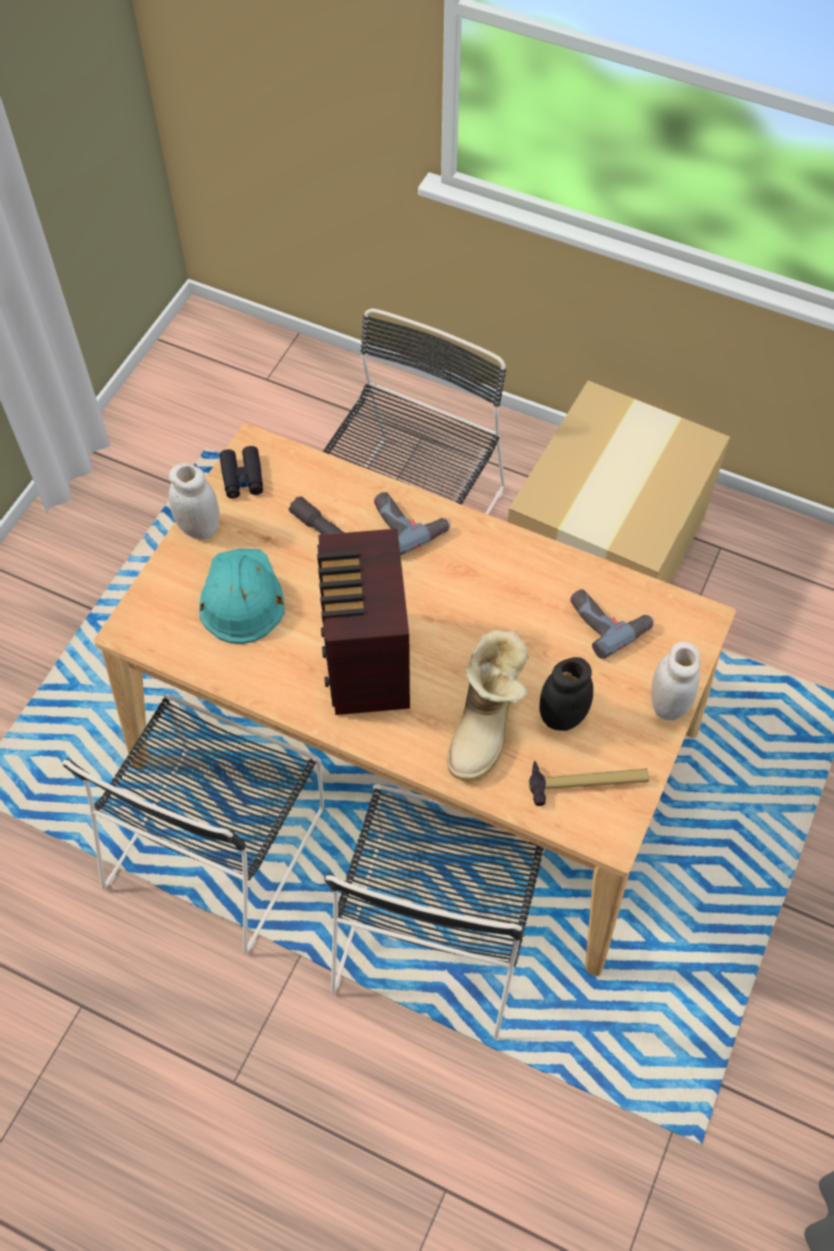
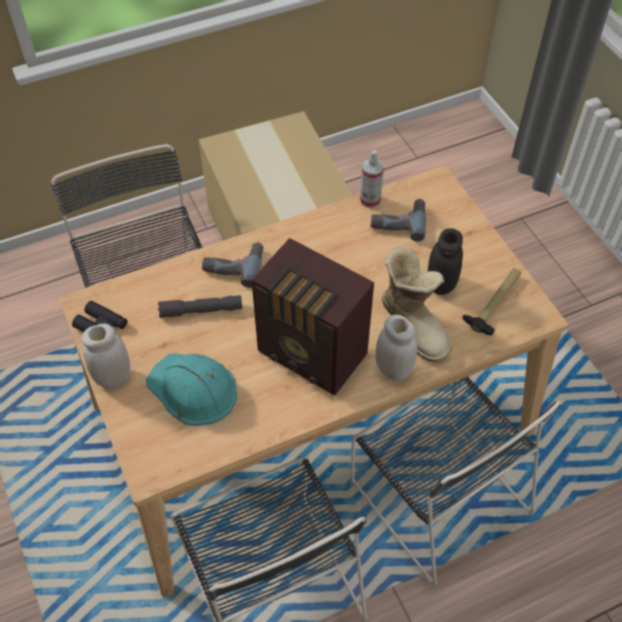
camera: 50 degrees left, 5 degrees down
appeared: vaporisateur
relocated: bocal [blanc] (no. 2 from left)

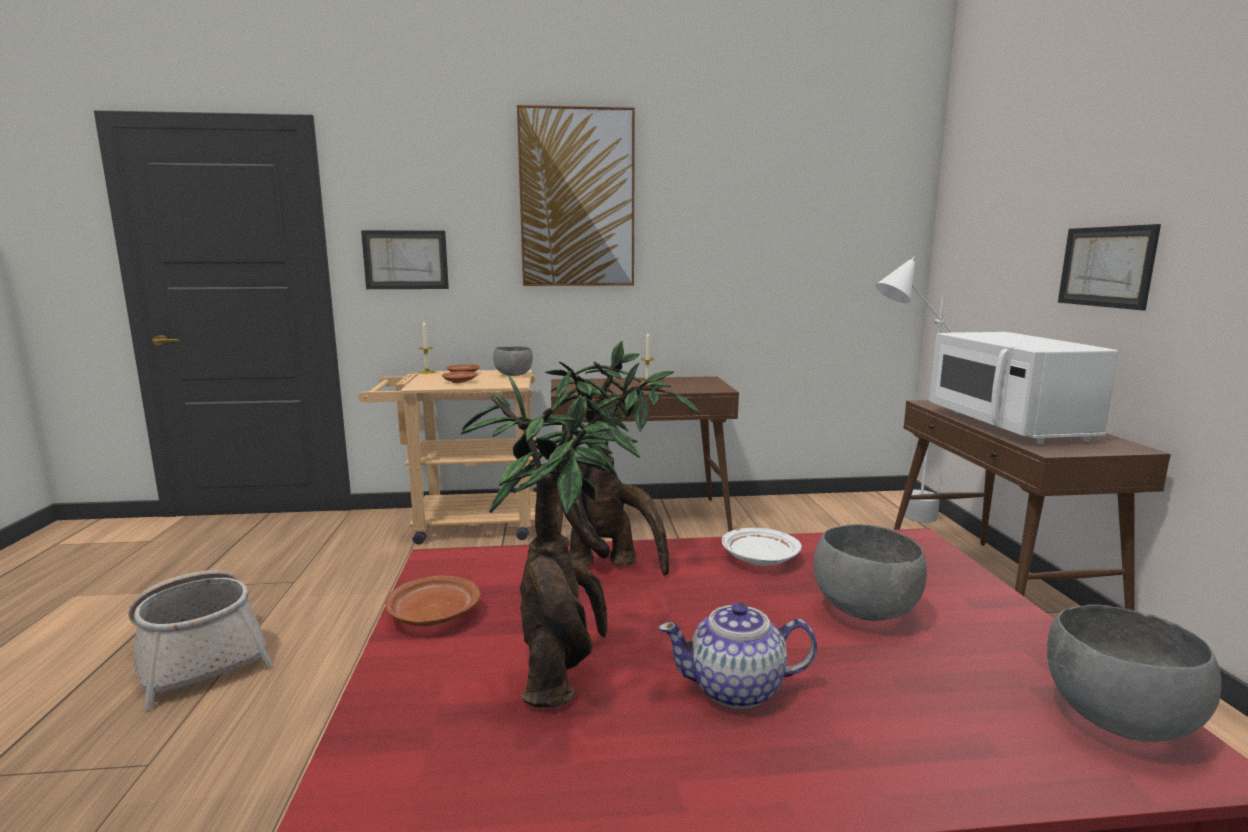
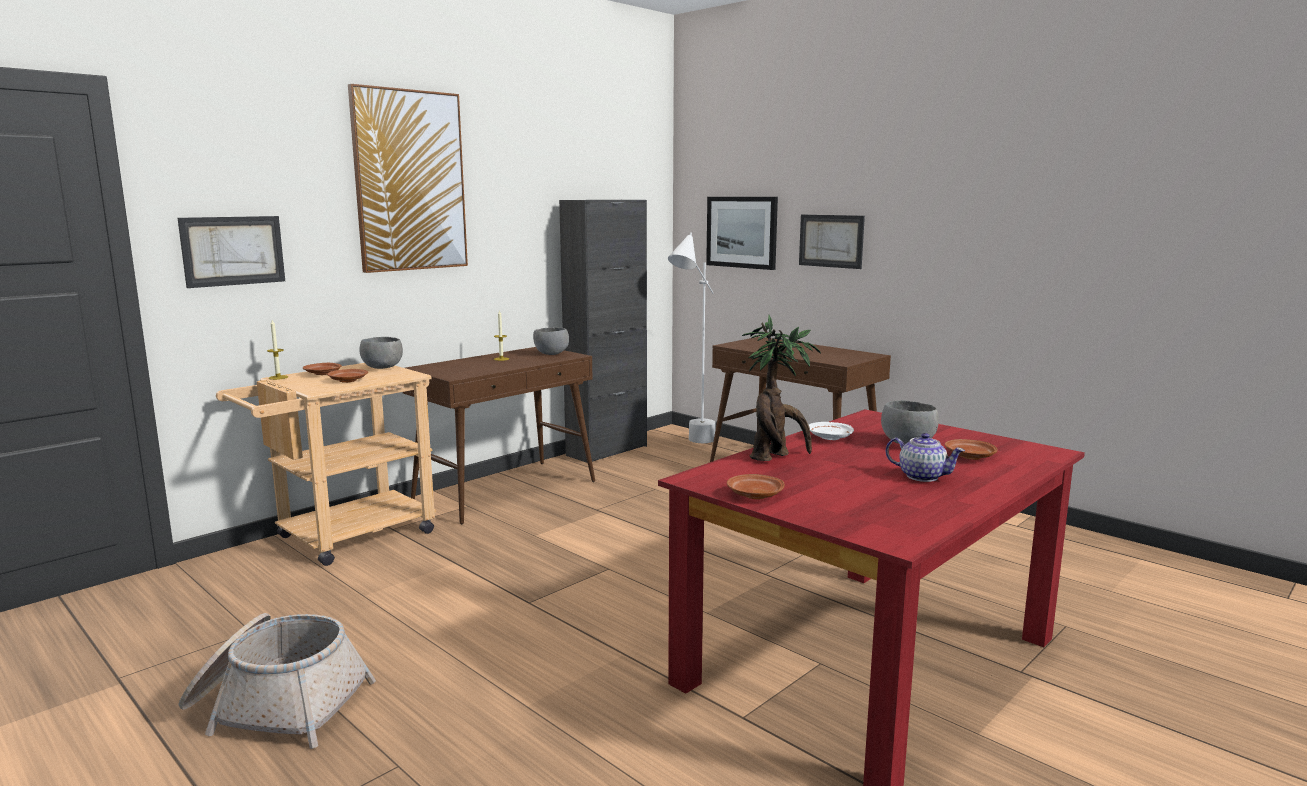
camera: 40 degrees left, 0 degrees up
missing: plante en pot (no. 1 from left); micro-ondes [blanc]
appeared: meuble de rangement [noir]; tableau (no. 3 from left); assiette [marron] (no. 4 from left)
relocated: bol [gris] (no. 3 from left in the first image) to bol [gris] (no. 2 from left)
spun: théière 105 degrees counterclockwise

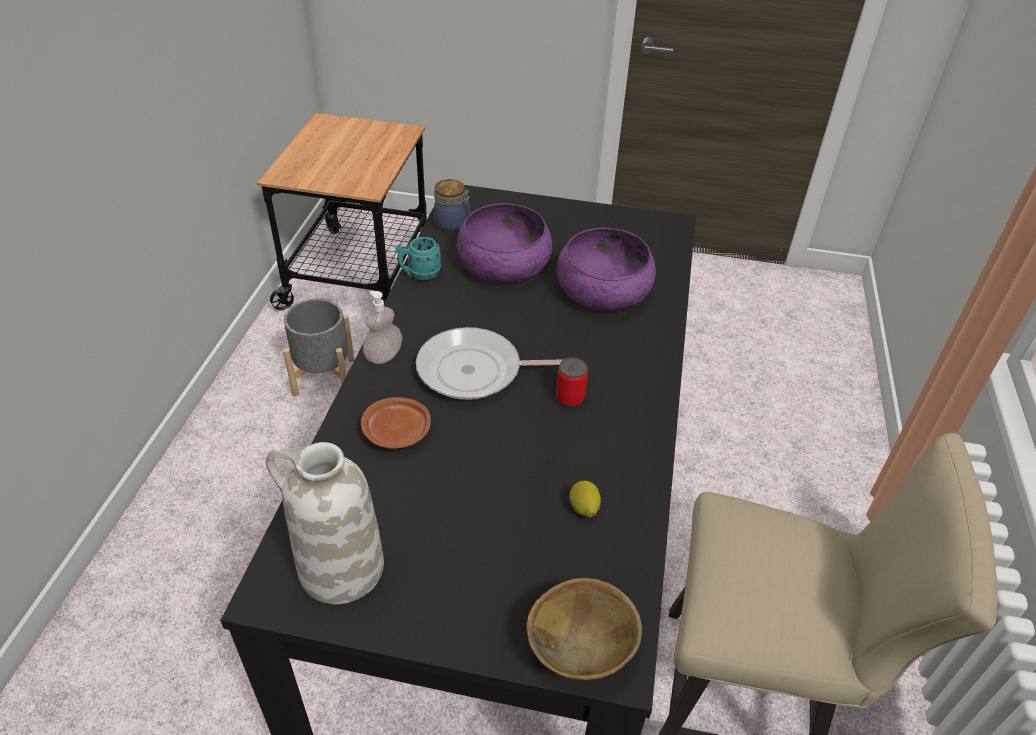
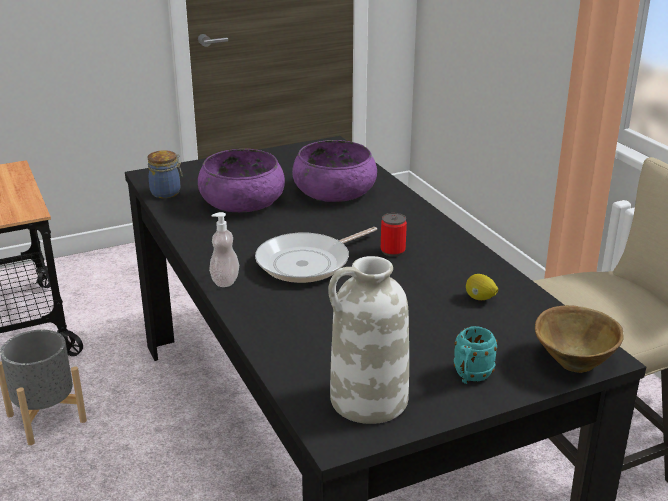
camera: 35 degrees left, 15 degrees down
missing: assiette [marron]
relocated: mug [turquoise]

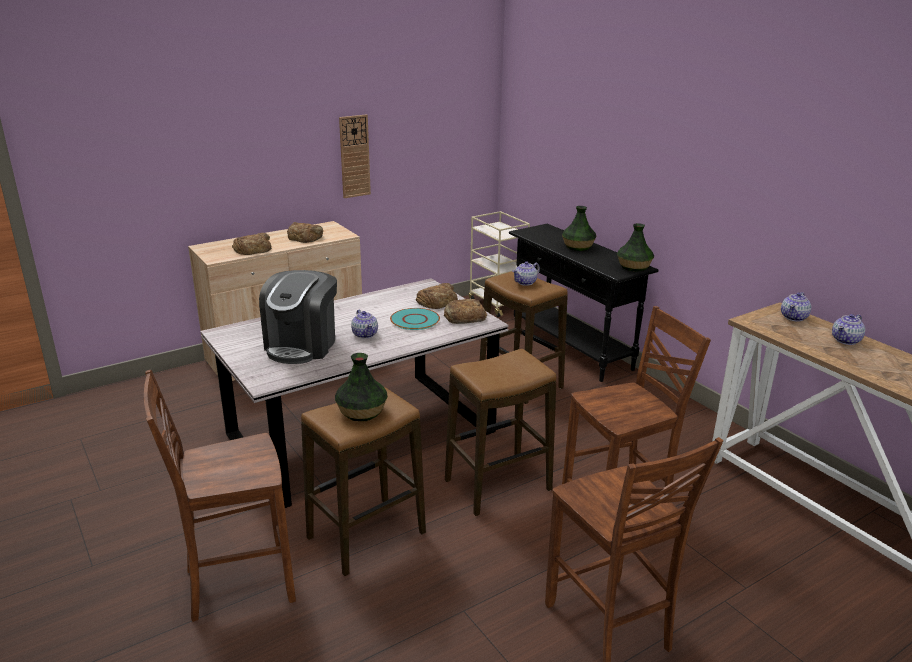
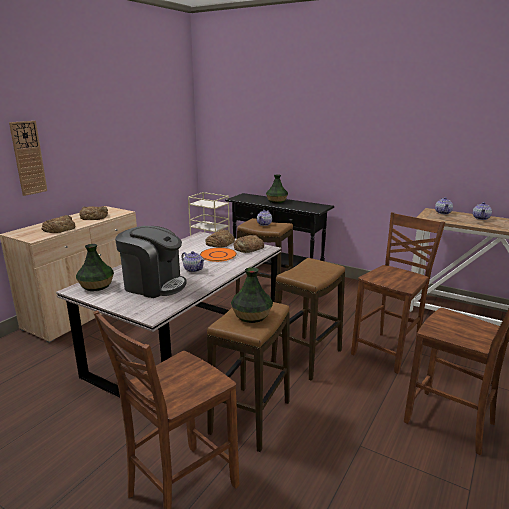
camera: 25 degrees left, 5 degrees down
relocated: horloge murale; vase (no. 3 from left in the first image) to vase (no. 1 from left)
colour: assiette [turquoise] to assiette [orange]
spun: machine à café 60 degrees counterclockwise

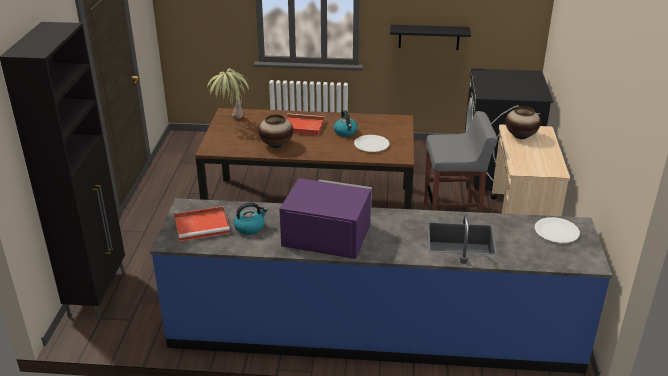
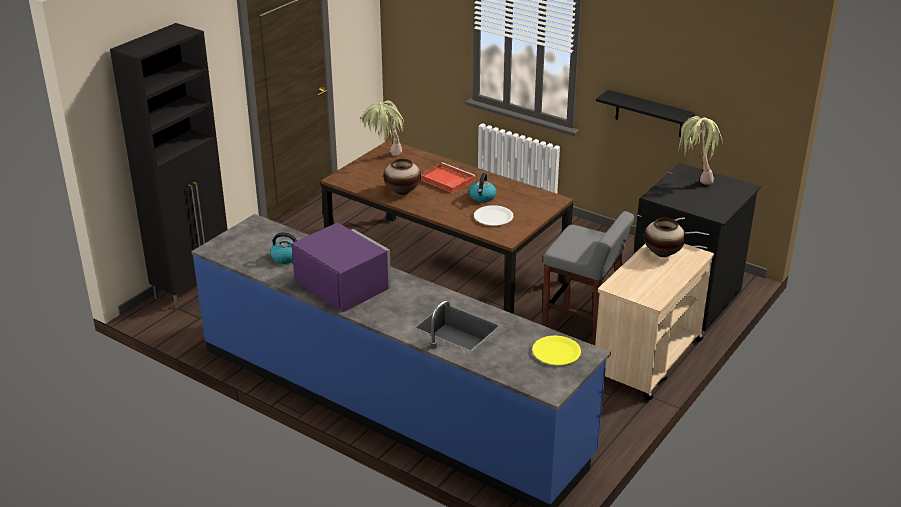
camera: 30 degrees right, 0 degrees up
missing: plateau [rouge] (no. 1 from left)
appeared: plante en pot (no. 2 from left)
colour: assiette [blanc] (no. 2 from left) to assiette [jaune]

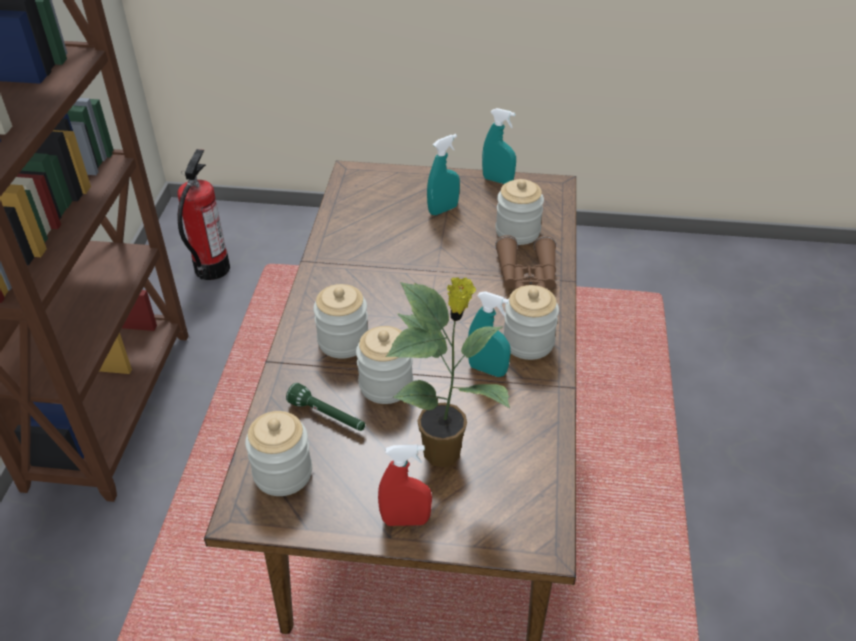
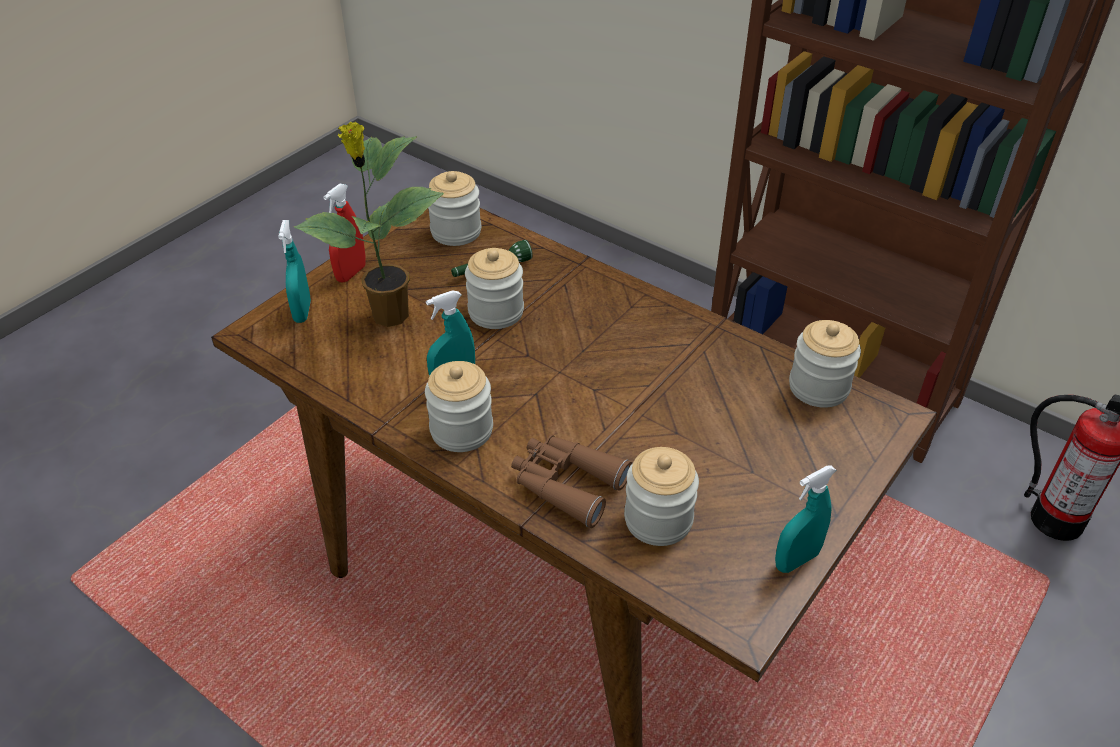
camera: 120 degrees right, 0 degrees up
relocated: vaporisateur [turquoise] (no. 1 from left); bocal (no. 2 from left in the first image) to bocal (no. 5 from left)

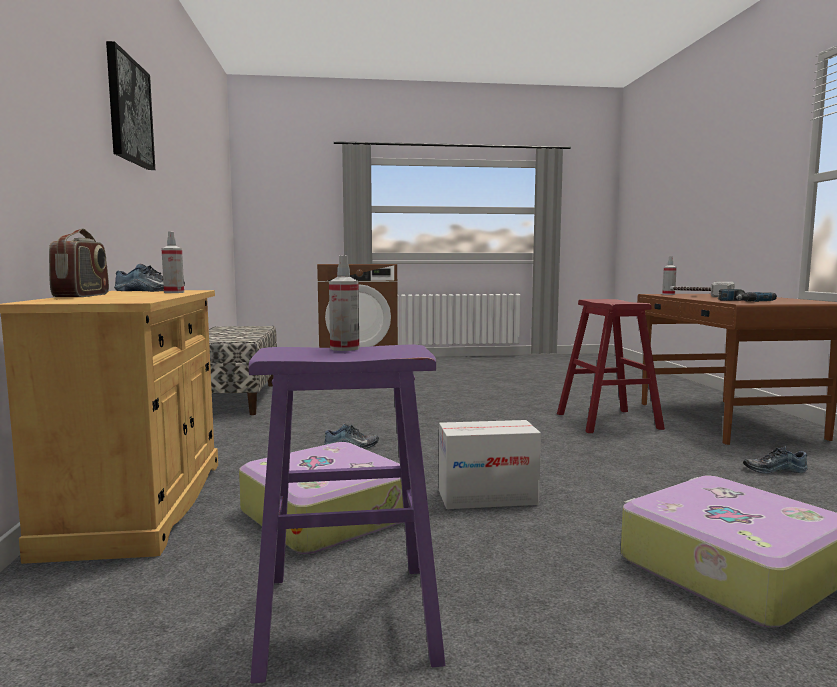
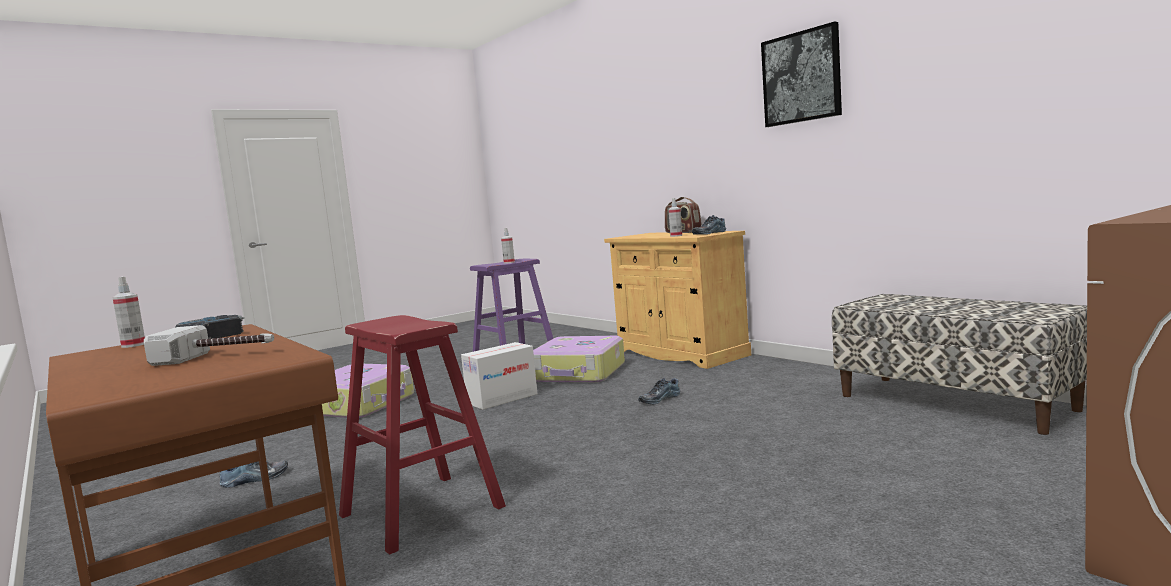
camera: 150 degrees right, 0 degrees up
relocated: vaporisateur (no. 3 from left in the first image) to vaporisateur (no. 1 from left)

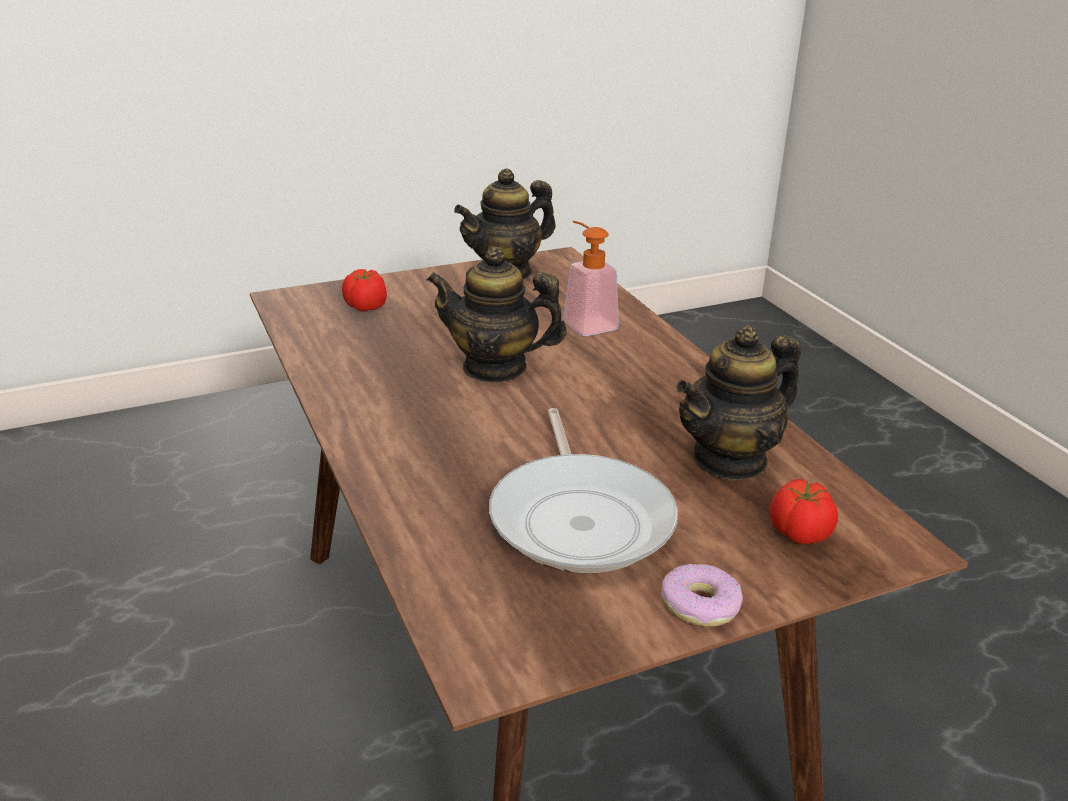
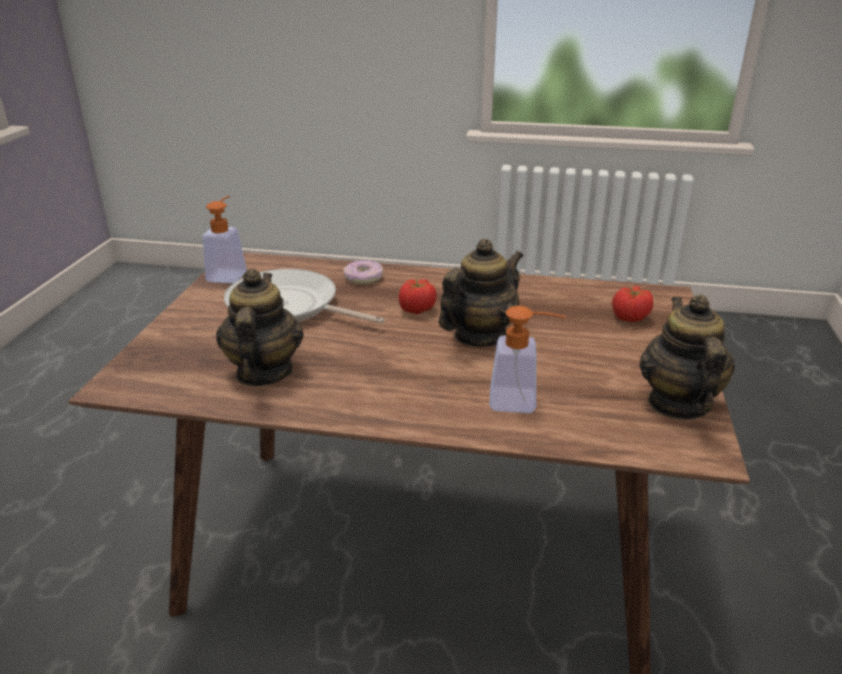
camera: 125 degrees right, 0 degrees up
appeared: distributeur de savon (no. 1 from left)
relocated: beignet; tomate (no. 2 from left in the first image) to tomate (no. 1 from left)

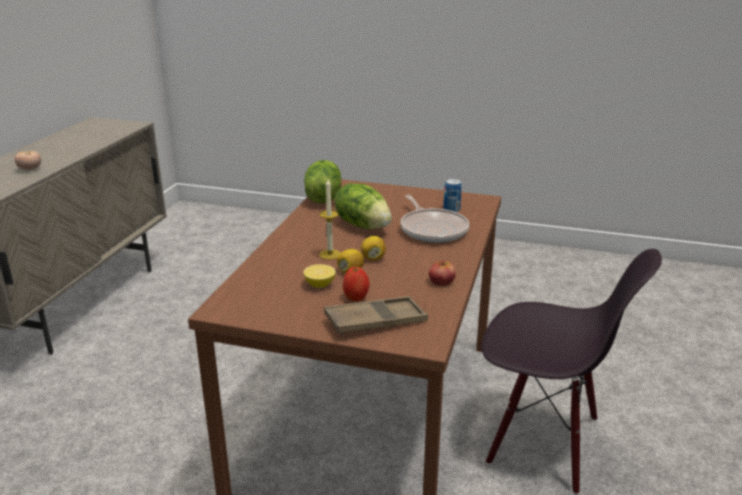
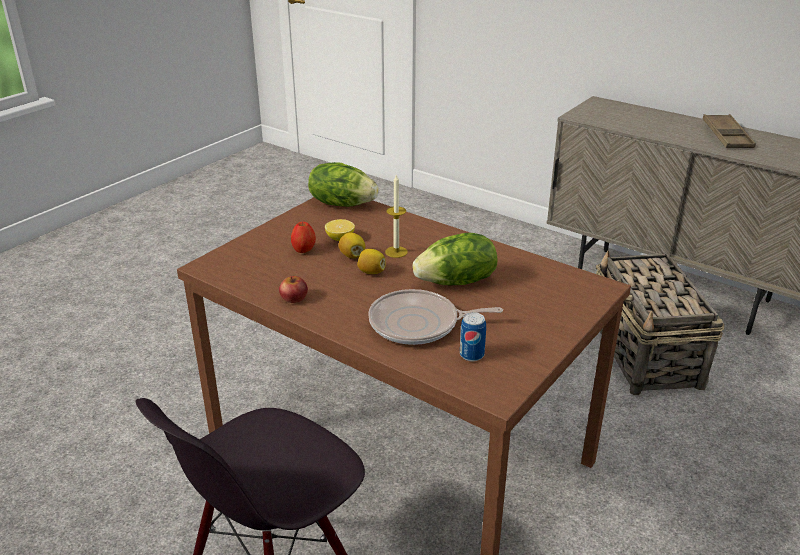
camera: 110 degrees right, 5 degrees up
missing: tomate
appeared: panier
relocated: laitue (no. 1 from left); plateau [marron]

